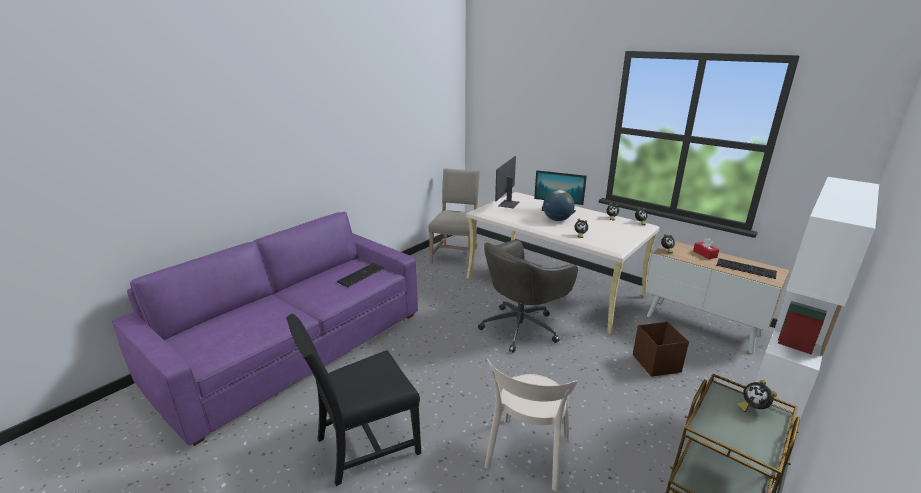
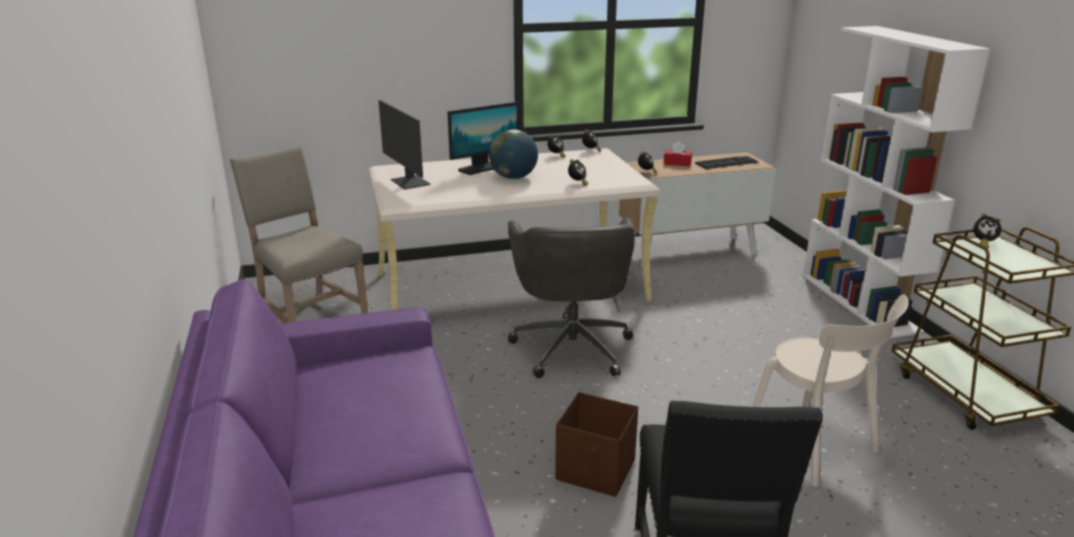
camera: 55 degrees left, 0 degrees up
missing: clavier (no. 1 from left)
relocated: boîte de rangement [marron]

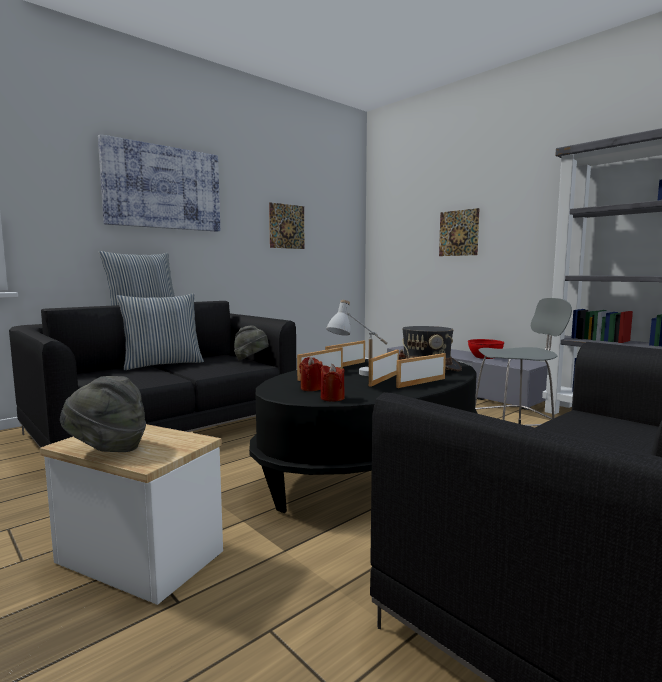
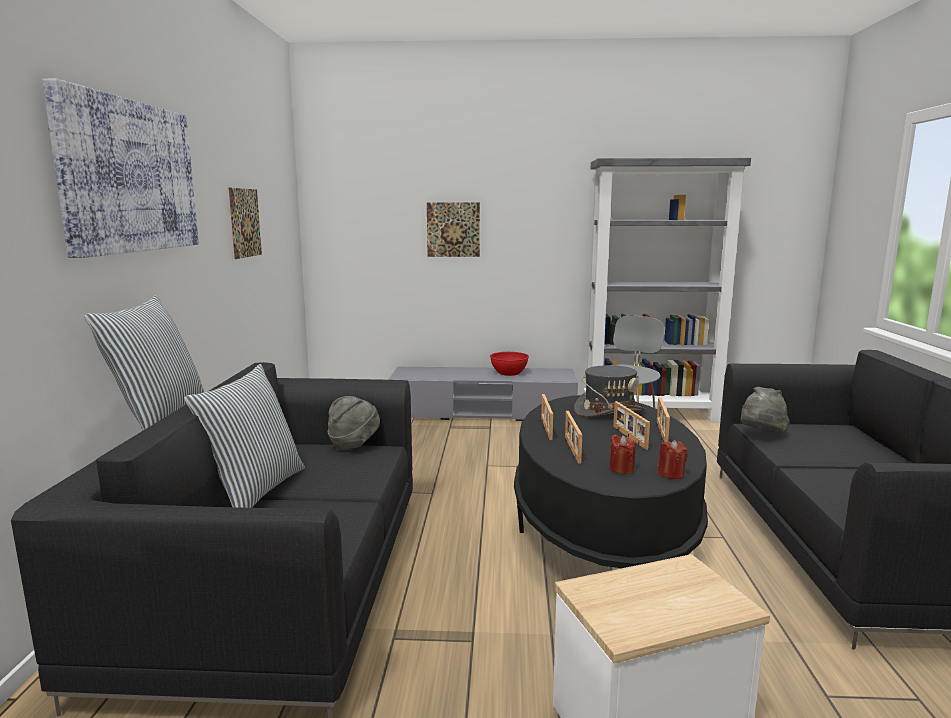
camera: 45 degrees left, 5 degrees up
missing: lampe de table [blanc]
relocated: chapeau [gris] (no. 1 from left in the first image) to chapeau [gris] (no. 3 from left)

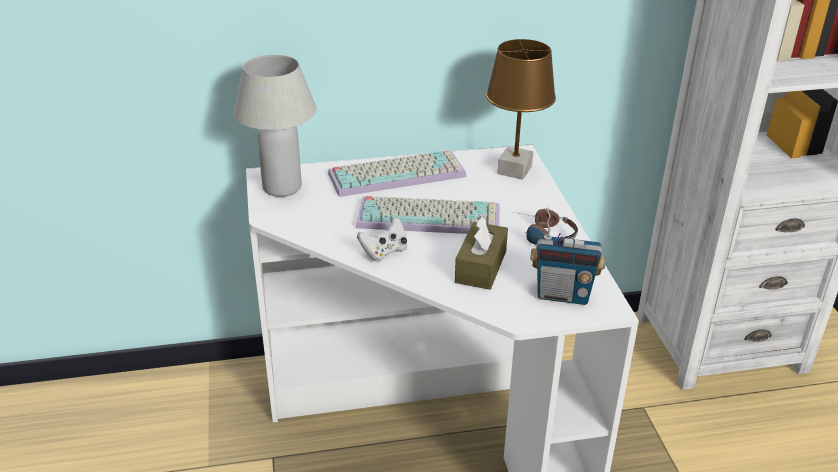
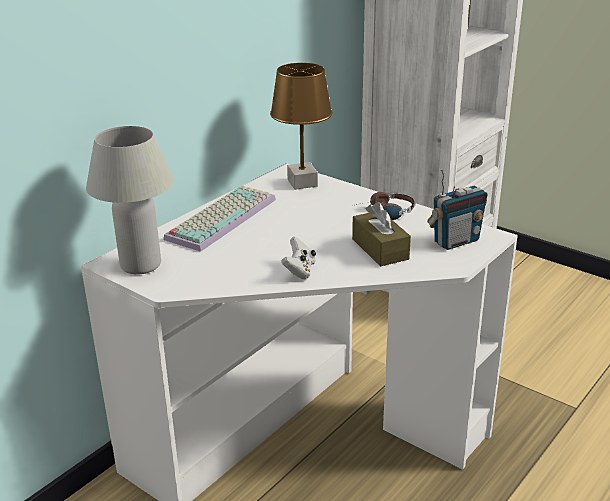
camera: 40 degrees left, 5 degrees down
missing: clavier (no. 2 from left)

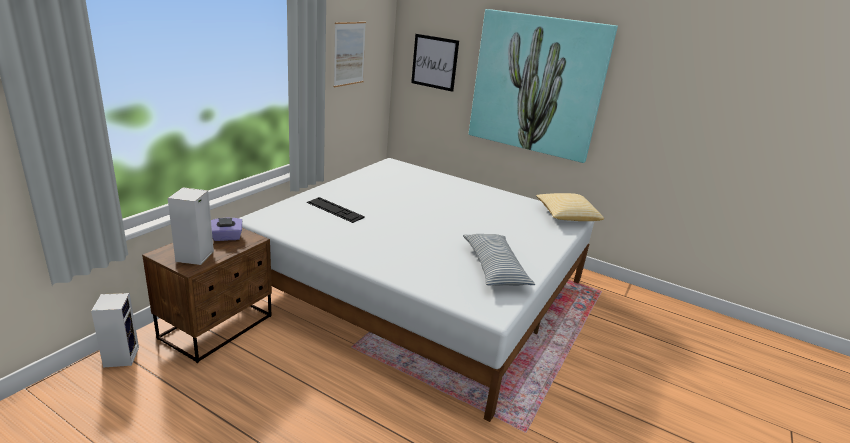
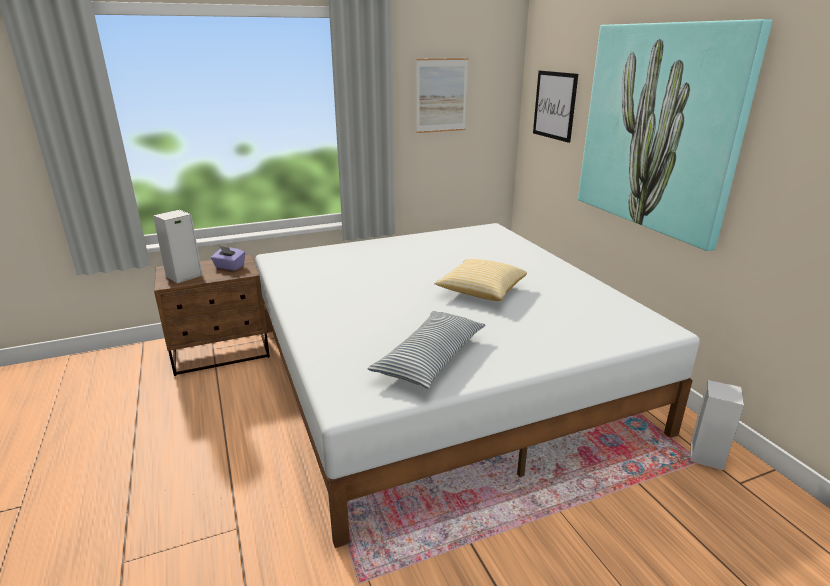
camera: 40 degrees right, 0 degrees up
missing: clavier
relocated: coussin (no. 2 from left); enceinte (no. 1 from left in the first image) to enceinte (no. 2 from left)

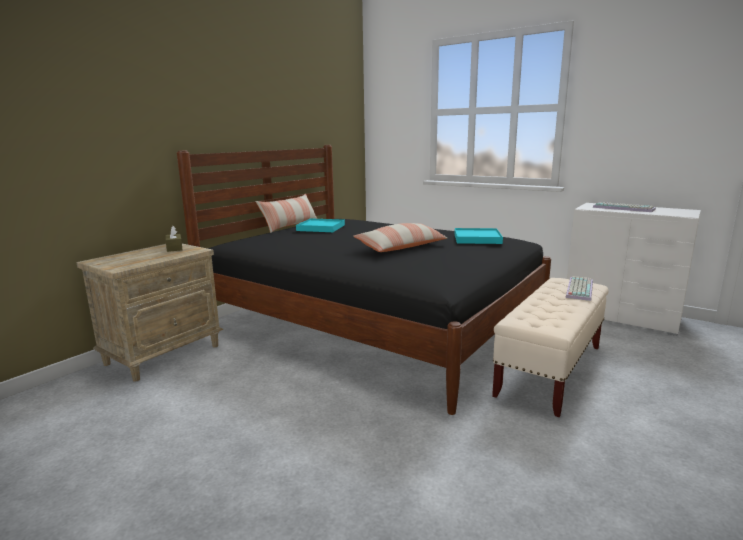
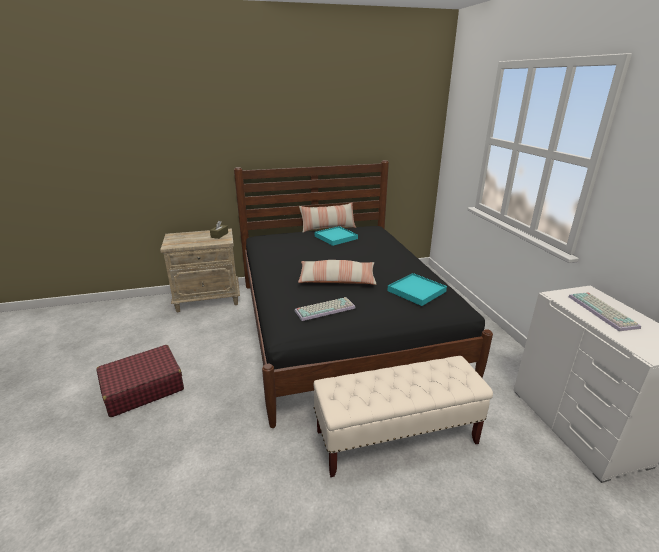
camera: 40 degrees right, 10 degrees up
appeared: valise [rouge]
relocated: clavier (no. 1 from left)

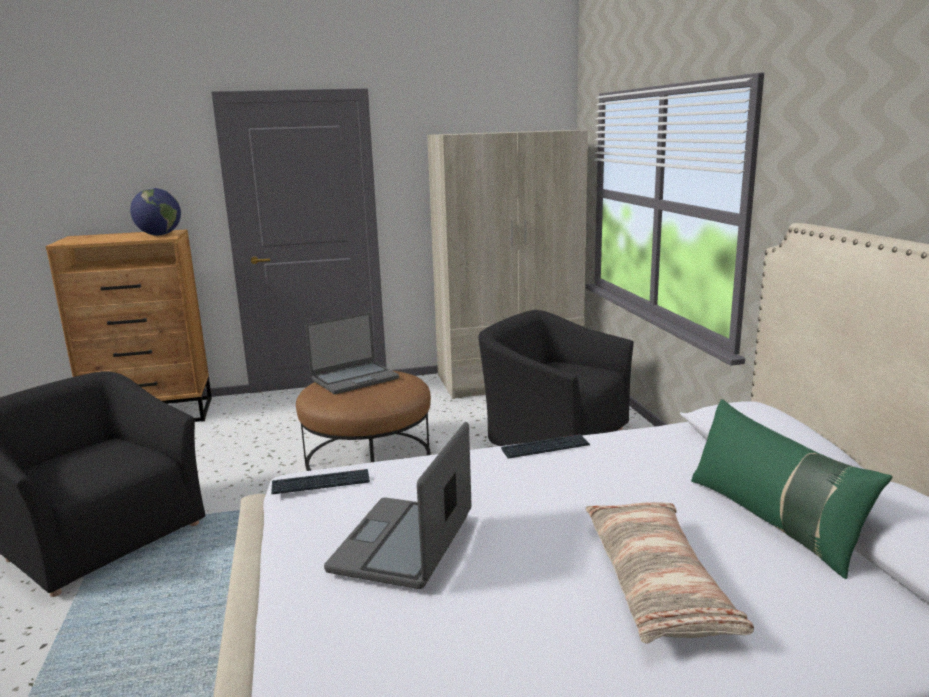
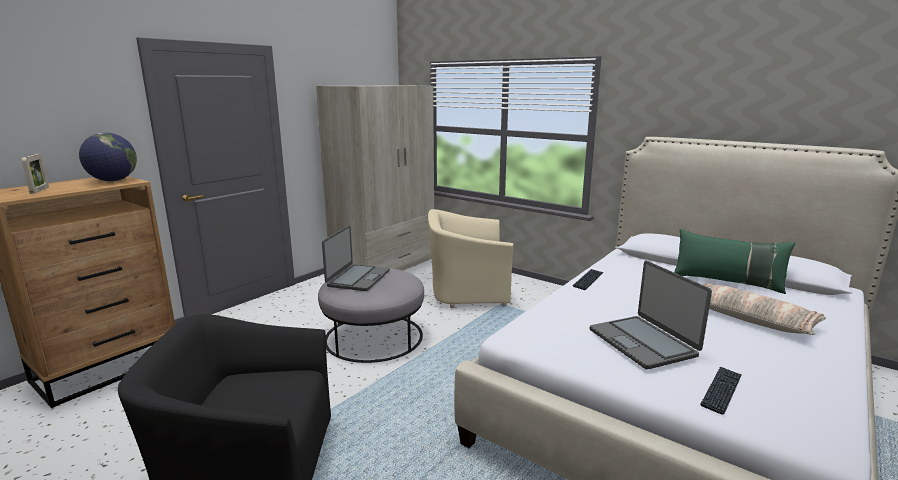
camera: 40 degrees left, 0 degrees up
appeared: cadre photo
relocated: clavier (no. 1 from left in the first image) to clavier (no. 2 from left)
colour: pouf [marron] to pouf [gris]; fauteuil [noir] (no. 2 from left) to fauteuil [beige]

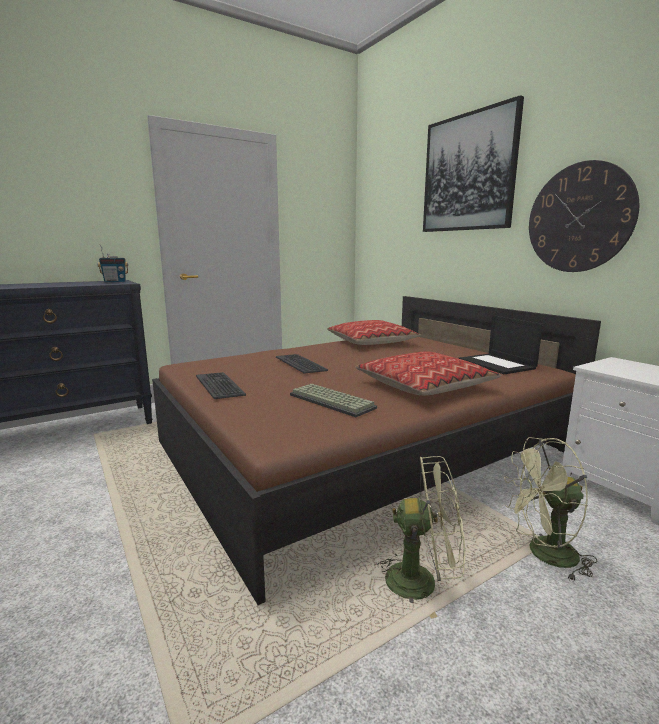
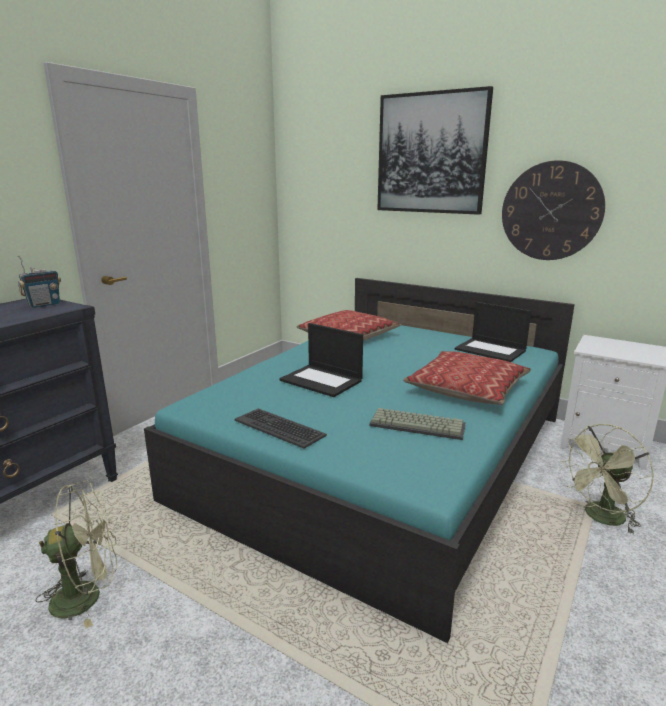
camera: 25 degrees left, 5 degrees up
relocated: ventilateur [vert] (no. 1 from left)
exchanged: clavier (no. 2 from left) to ordinateur portable (no. 1 from left)
colour: lit [marron] to lit [turquoise]

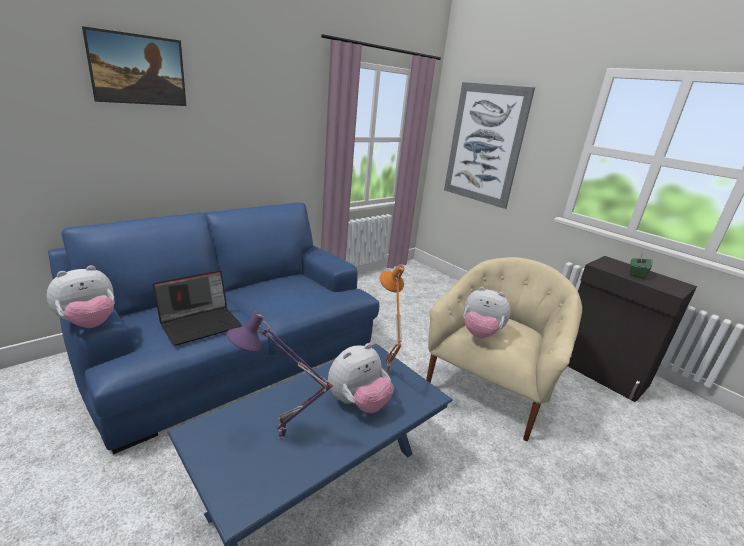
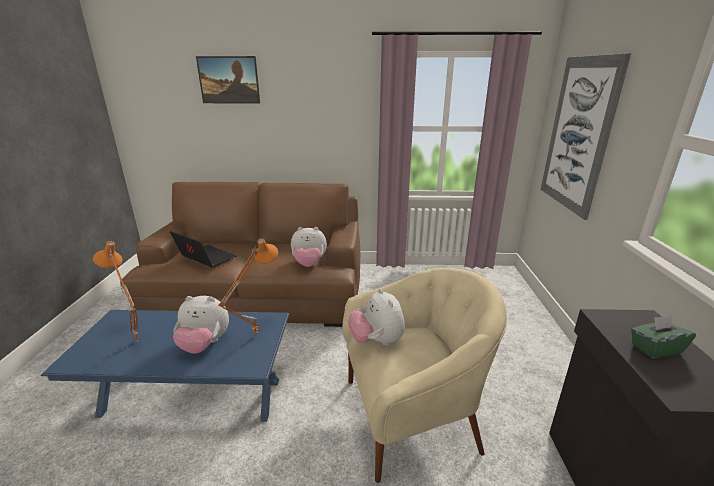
camera: 45 degrees right, 0 degrees up
relocated: peluche (no. 1 from left in the first image) to peluche (no. 2 from left)
colour: lampe de table [violet] to lampe de table [orange] (no. 1 from left); canapé [bleu] to canapé [marron]
spun: ordinateur portable 150 degrees counterclockwise

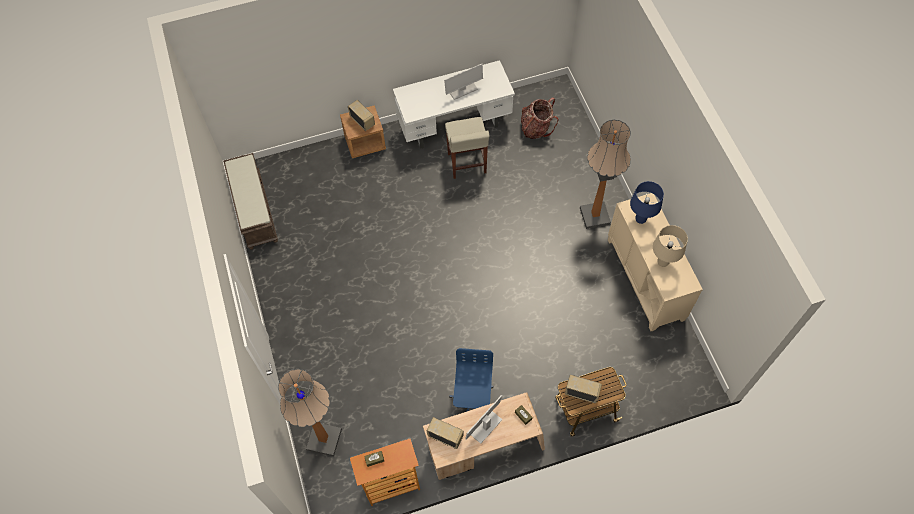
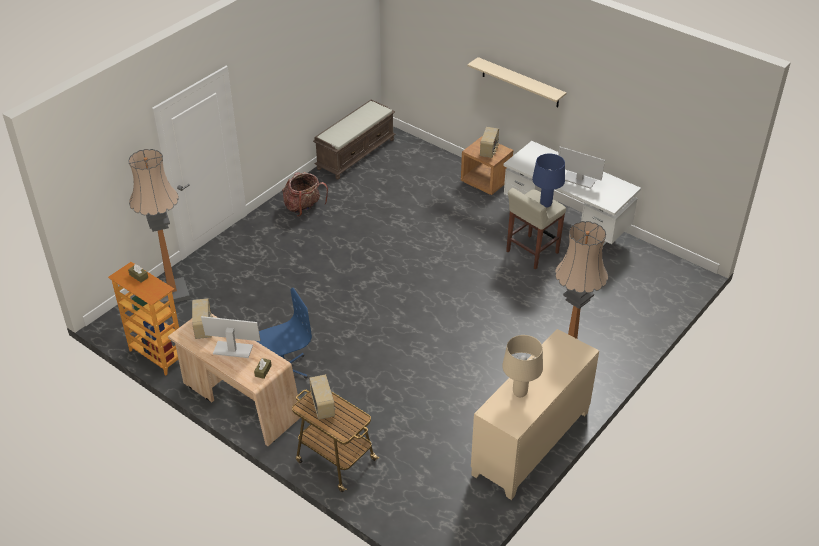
camera: 55 degrees right, 20 degrees down
appeared: étagère [beige]
relocated: sac à dos; lampe de table [bleu]

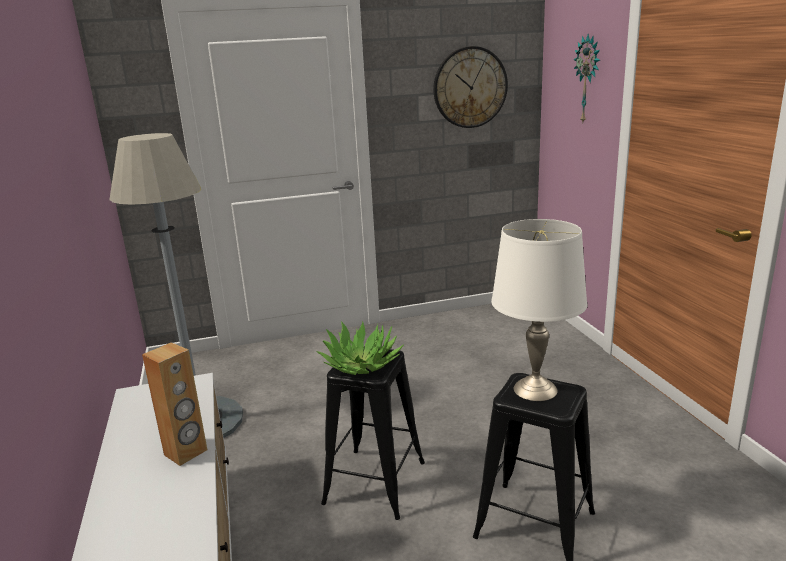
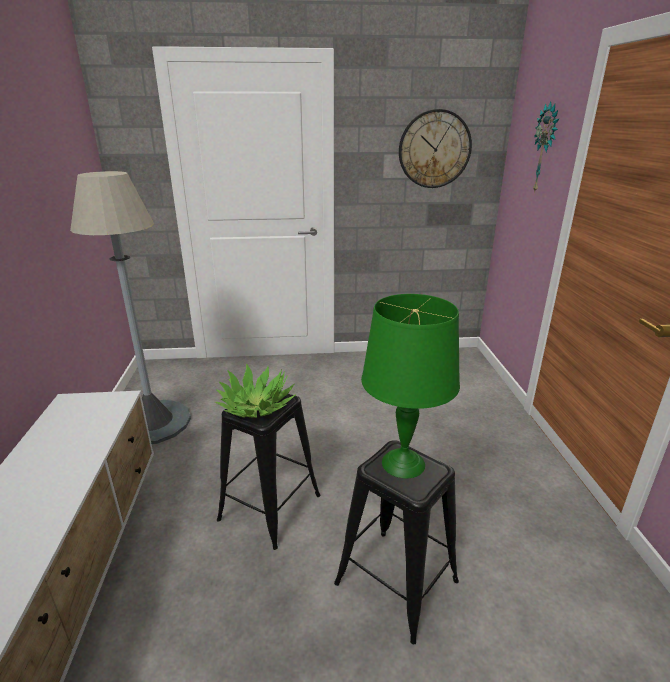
camera: 10 degrees right, 5 degrees up
missing: enceinte [marron]
colour: lampe de table [blanc] to lampe de table [vert]

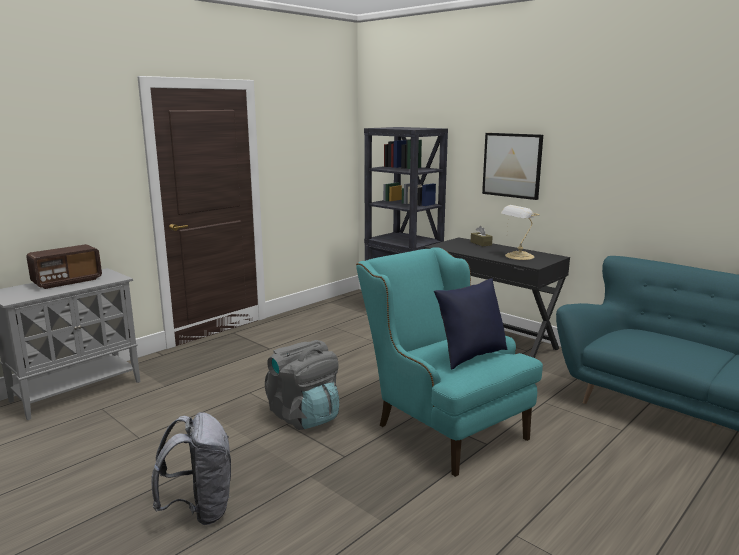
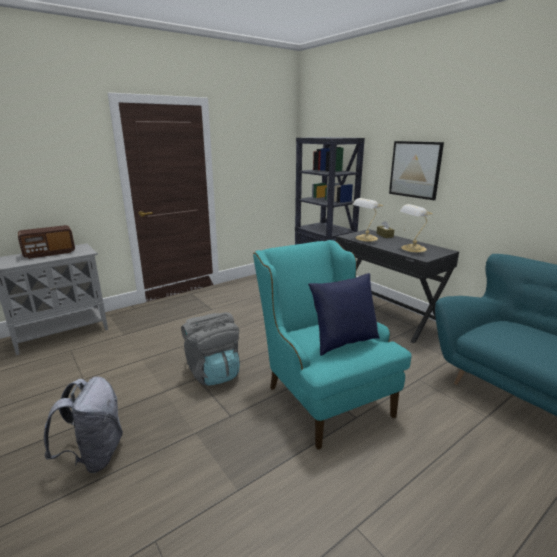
camera: 10 degrees right, 5 degrees up
appeared: lampe de table (no. 1 from left)

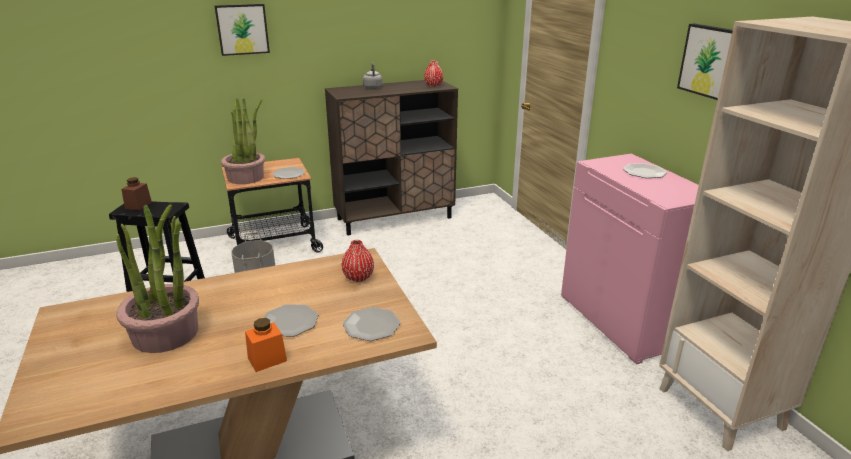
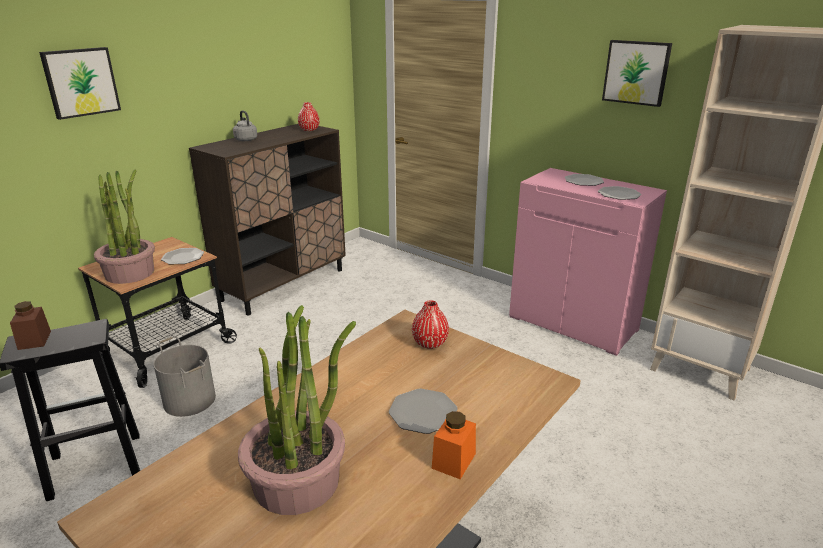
camera: 30 degrees left, 0 degrees up
relocated: assiette (no. 3 from left in the first image) to assiette (no. 4 from left)

